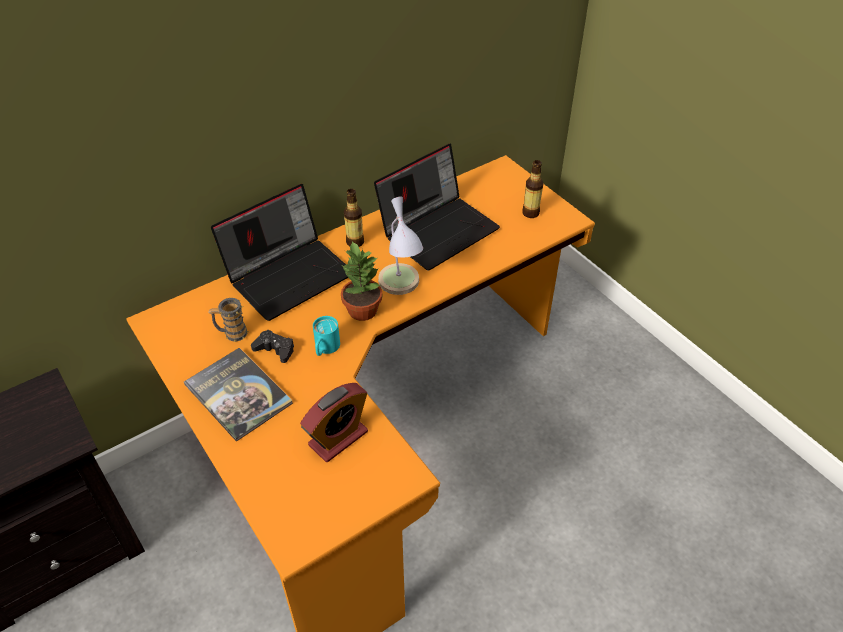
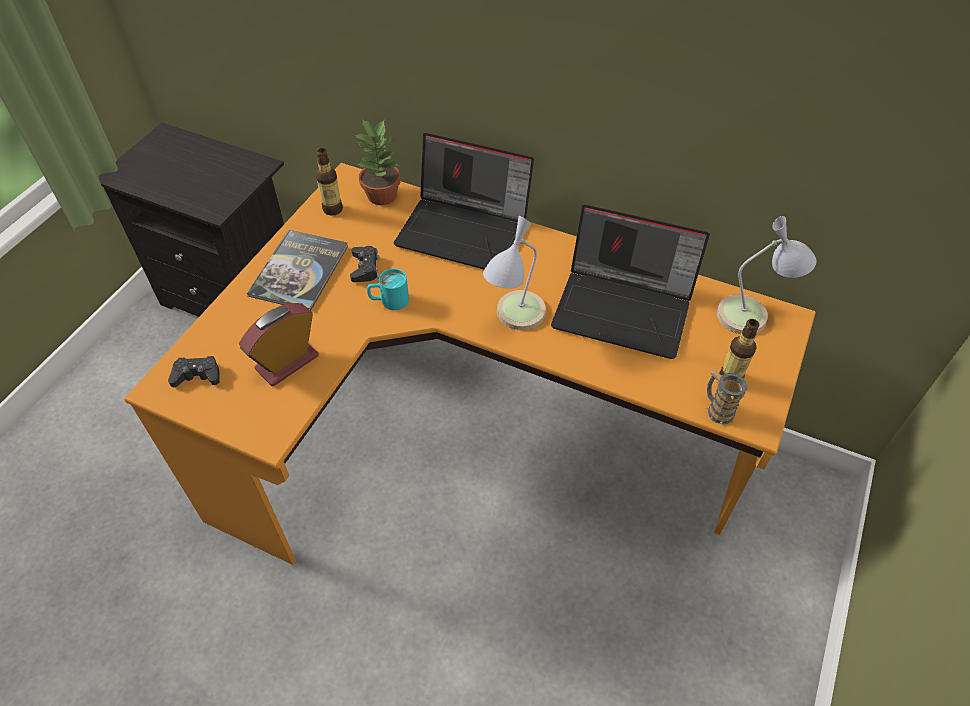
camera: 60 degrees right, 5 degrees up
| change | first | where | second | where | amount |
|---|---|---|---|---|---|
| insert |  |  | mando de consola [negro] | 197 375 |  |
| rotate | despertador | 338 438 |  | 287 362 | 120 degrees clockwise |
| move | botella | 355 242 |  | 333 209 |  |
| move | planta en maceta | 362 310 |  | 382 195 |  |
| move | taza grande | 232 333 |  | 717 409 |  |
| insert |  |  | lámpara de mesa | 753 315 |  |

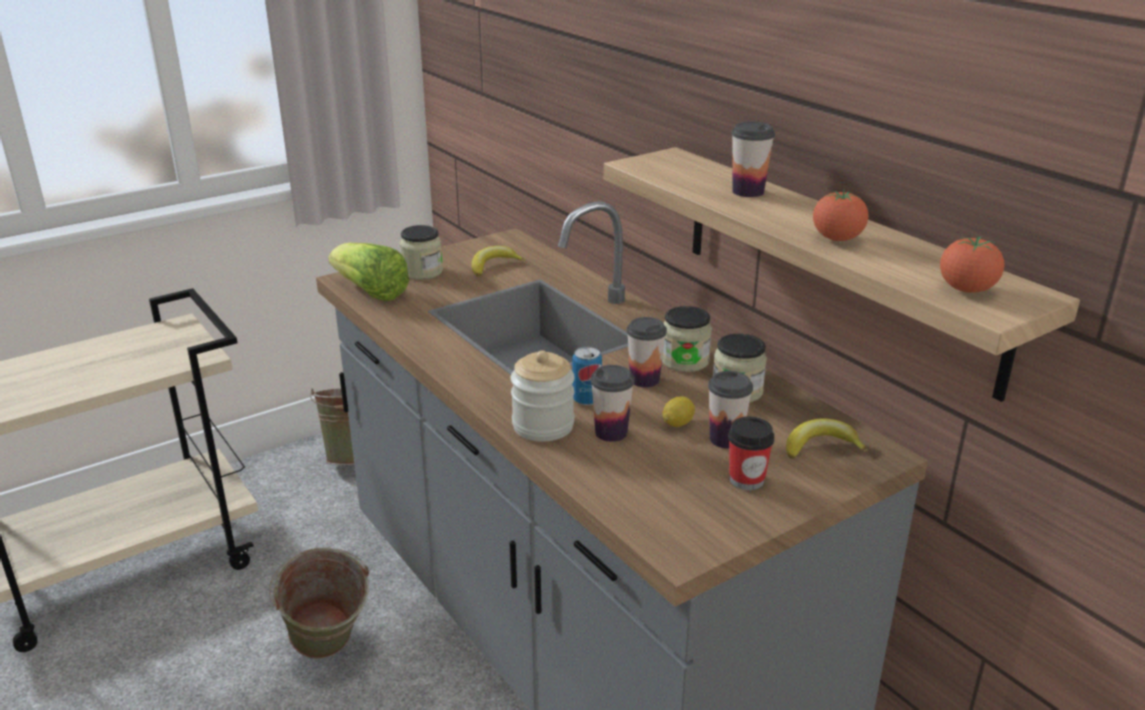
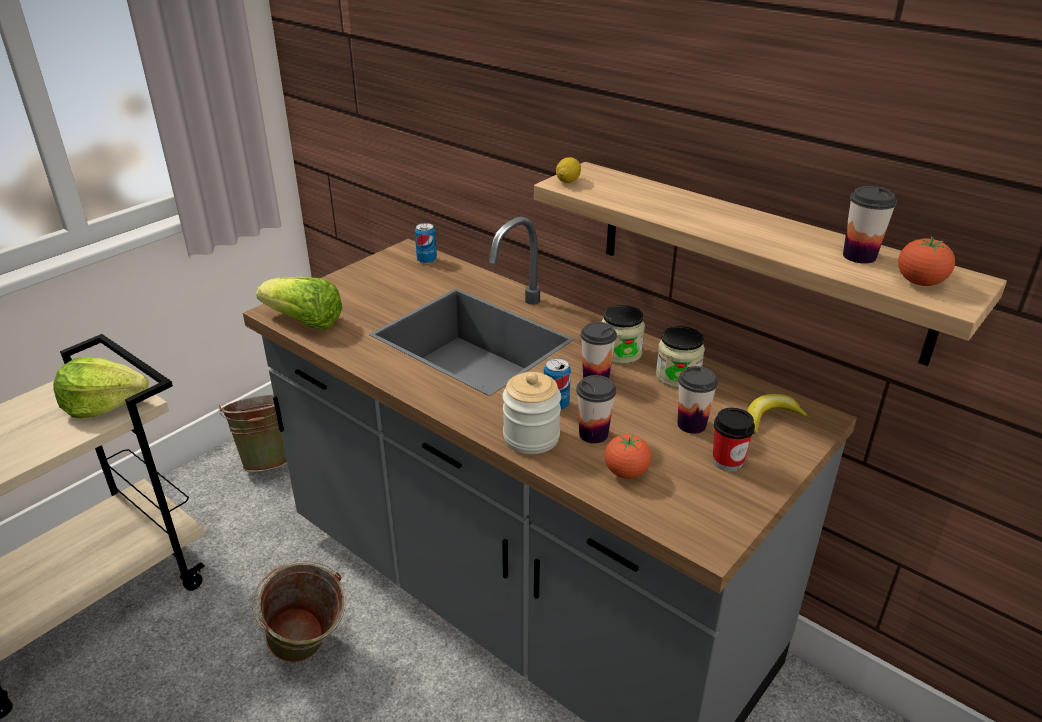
camera: 15 degrees left, 5 degrees up
| change | first | where | second | where | amount |
|---|---|---|---|---|---|
| insert |  |  | lechuga | 104 405 |  |
| insert |  |  | lata | 426 260 |  |
| move | limón | 678 423 |  | 568 181 |  |
| move | tomate | 837 239 |  | 626 472 |  |
| move | taza | 748 192 |  | 859 256 |  |
| delete | tarro | 422 272 |  |  |  |
| delete | plátano | 493 266 |  |  |  |

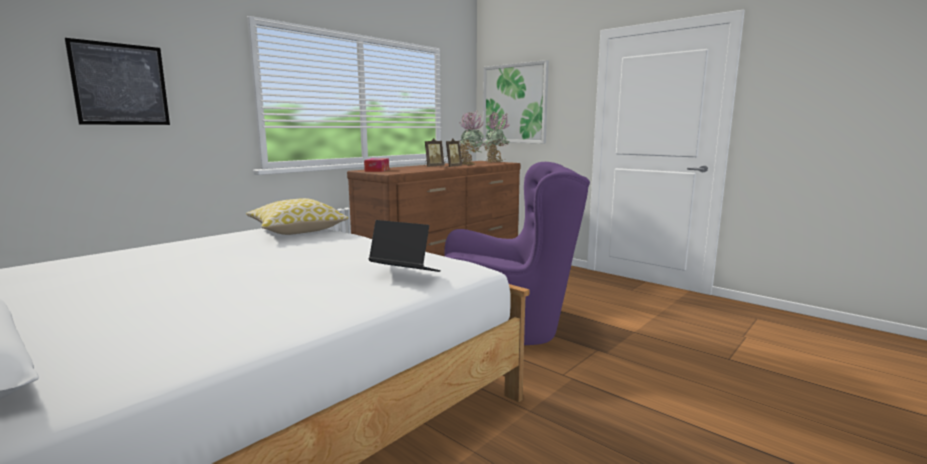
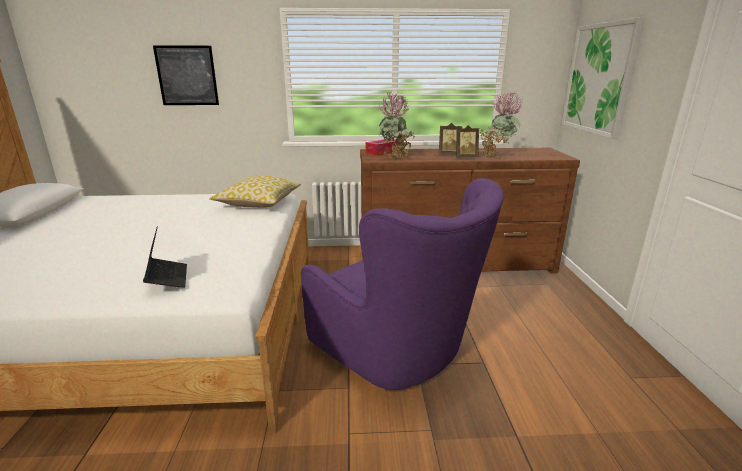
camera: 45 degrees right, 10 degrees up
| change | first | where | second | where | amount |
|---|---|---|---|---|---|
| move | planta en maceta | 496 163 |  | 396 158 |  |

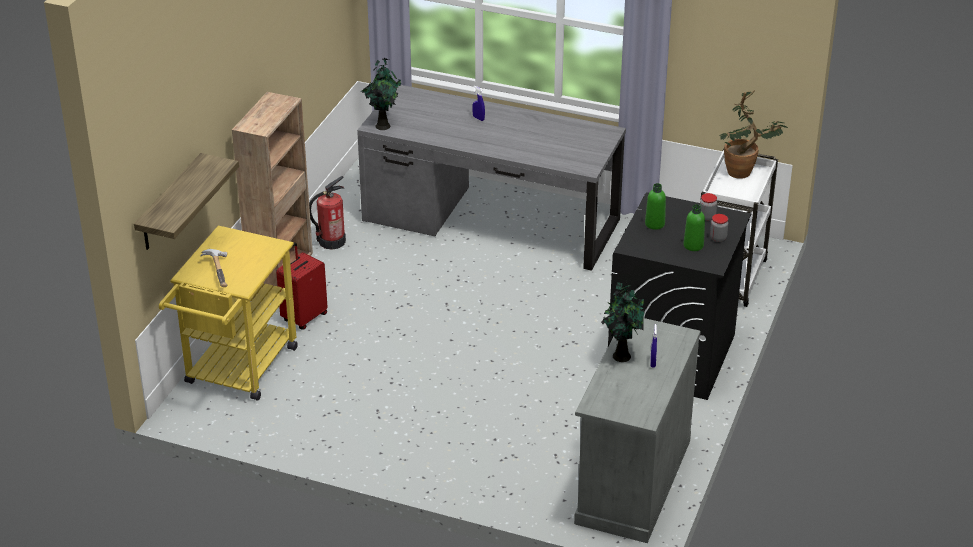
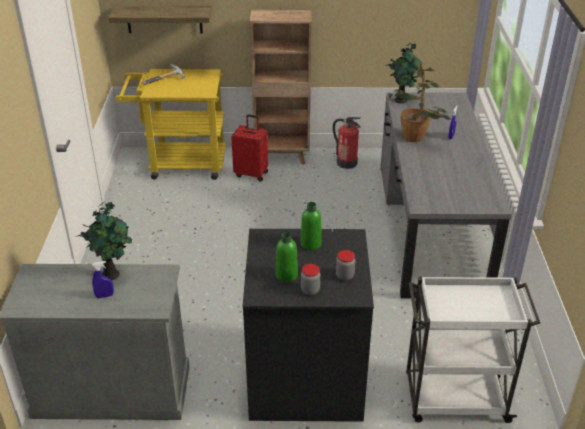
camera: 70 degrees right, 0 degrees up
| change | first | where | second | where | amount |
|---|---|---|---|---|---|
| move | planta en maceta | 745 172 |  | 416 139 |  |

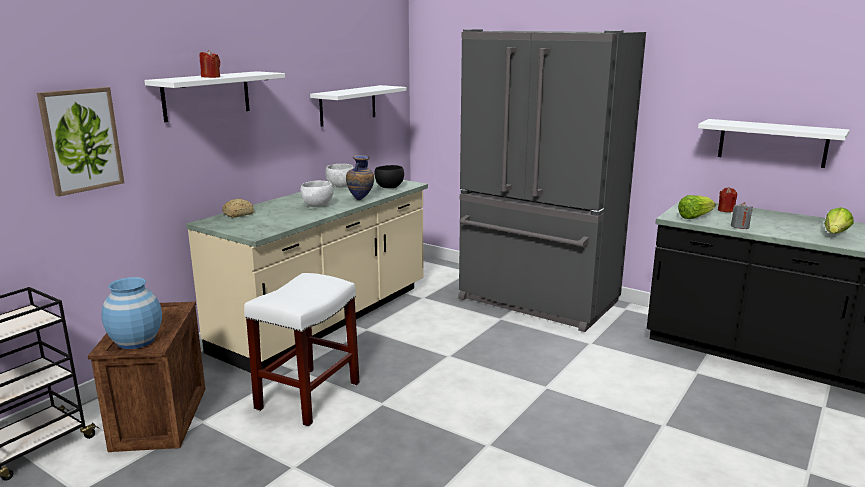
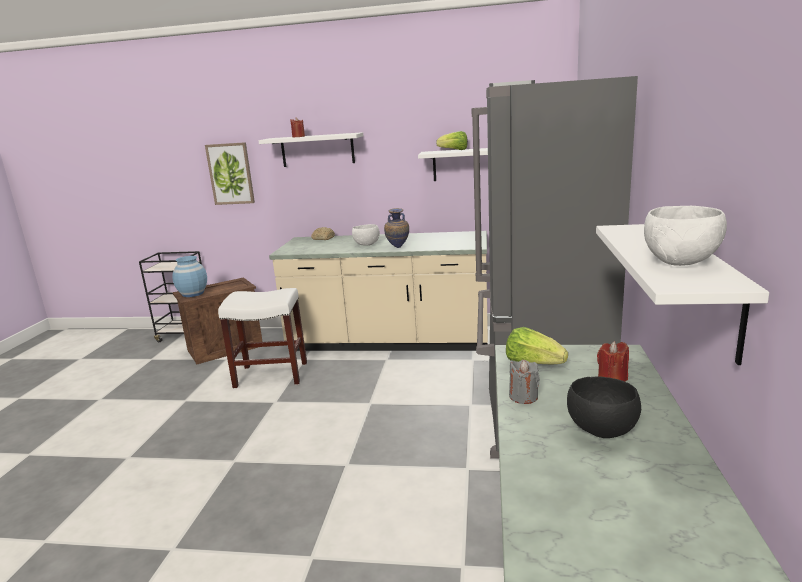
camera: 65 degrees right, 0 degrees up
| change | first | where | second | where | amount |
|---|---|---|---|---|---|
| move | lechuga | 835 234 |  | 454 150 |  |
| move | cuenco [negro] | 390 187 |  | 602 431 |  |
| move | cuenco [blanco] | 340 186 |  | 681 262 |  |

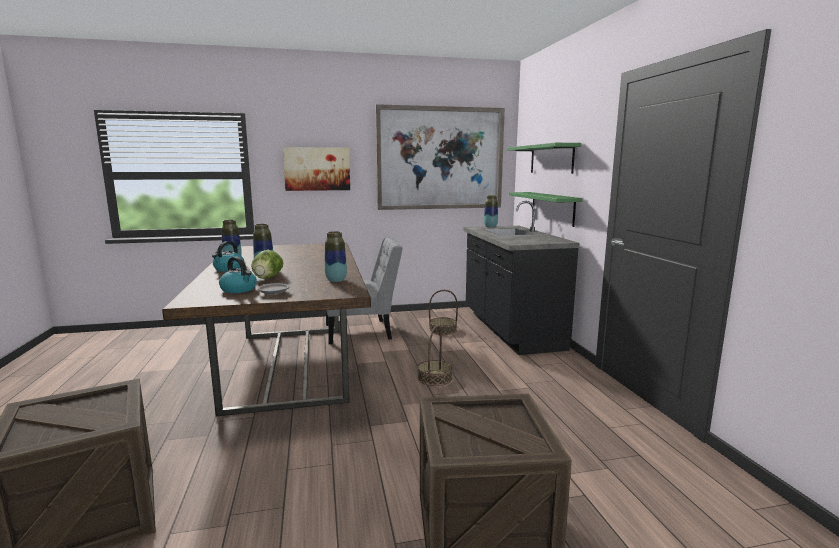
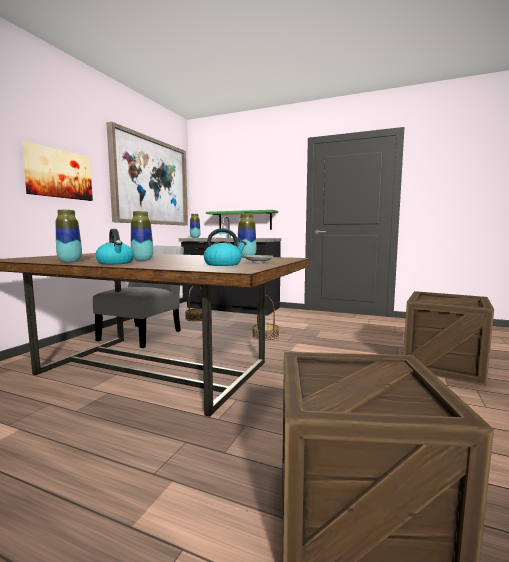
camera: 55 degrees left, 5 degrees down
| change | first | where | second | where | amount |
|---|---|---|---|---|---|
| delete | lechuga | 267 278 |  |  |  |
| delete | estante [verde] | 551 159 |  |  |  |

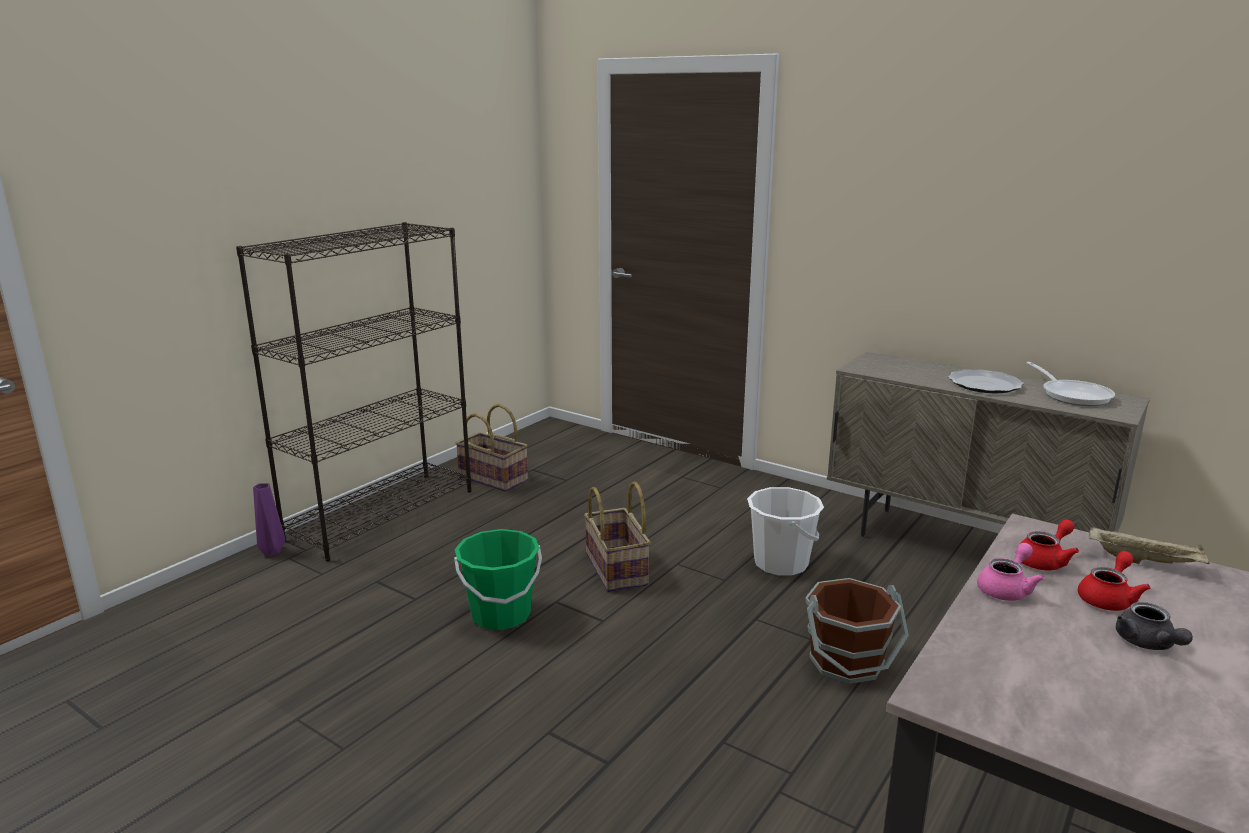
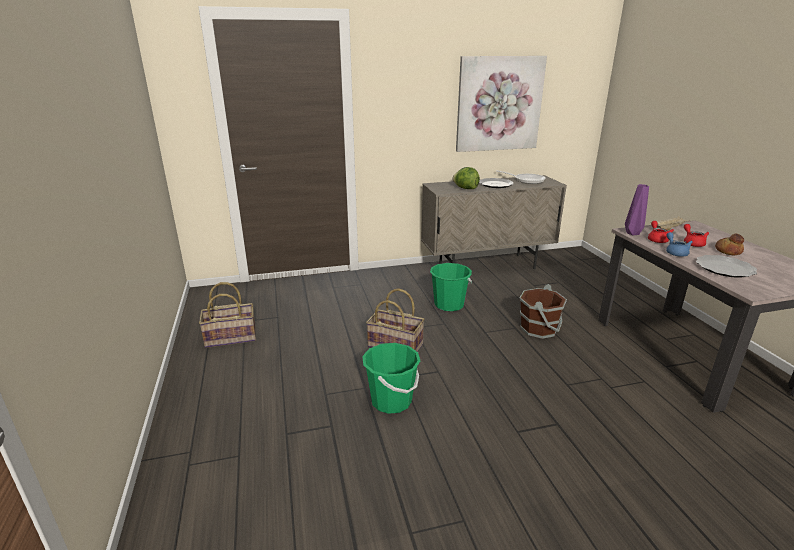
camera: 50 degrees left, 5 degrees up
| change | first | where | second | where | amount |
|---|---|---|---|---|---|
| recolor | cubo [blanco] | 781 563 | cubo [verde] | 449 305 |  |
| insert |  |  | lechuga | 465 188 |  |
| insert |  |  | cuadro | 499 104 |  |
| move | florero [morado] | 273 551 |  | 632 233 |  |
| recolor | tetera [rosa] | 1007 589 | tetera [azul] | 675 252 |  |
| insert |  |  | plato | 725 268 |  |
| replace | tetera [gris] | 1147 644 | pan | 728 251 |  |
| delete | estantería [negro] | 382 513 |  |  |  |

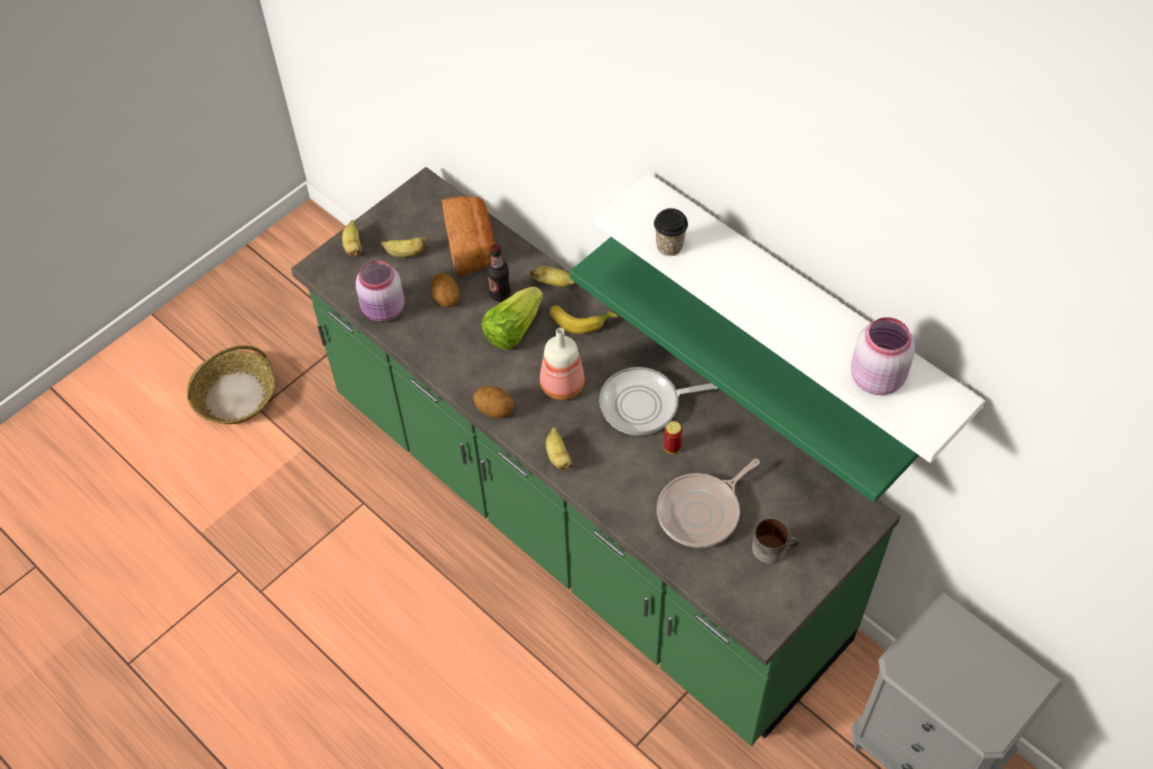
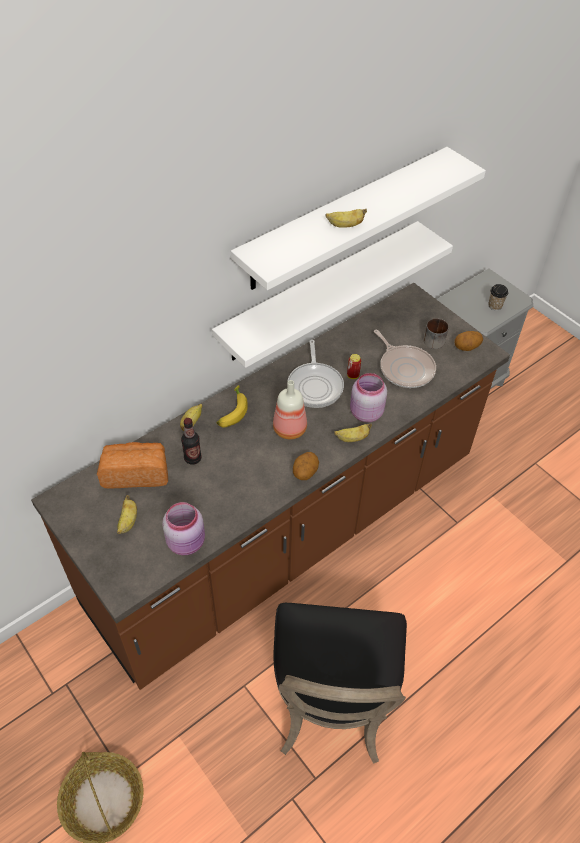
camera: 85 degrees left, 5 degrees down
| change | first | where | second | where | amount |
|---|---|---|---|---|---|
| recolor | mueble bajo de cocina [verde] | 581 519 | mueble bajo de cocina [marrón] | 287 531 |  |
| recolor | estante [verde] | 760 353 | estante [blanco] | 320 291 |  |
| insert |  |  | silla [negro] | 332 705 |  |
| move | plátano | 353 246 |  | 345 225 |  |
| move | tarro [rosa] | 876 376 |  | 365 413 |  |
| move | patata | 445 299 |  | 466 348 |  |
| move | taza | 669 246 |  | 495 306 |  |
| delete | lechuga | 513 329 |  |  |  |

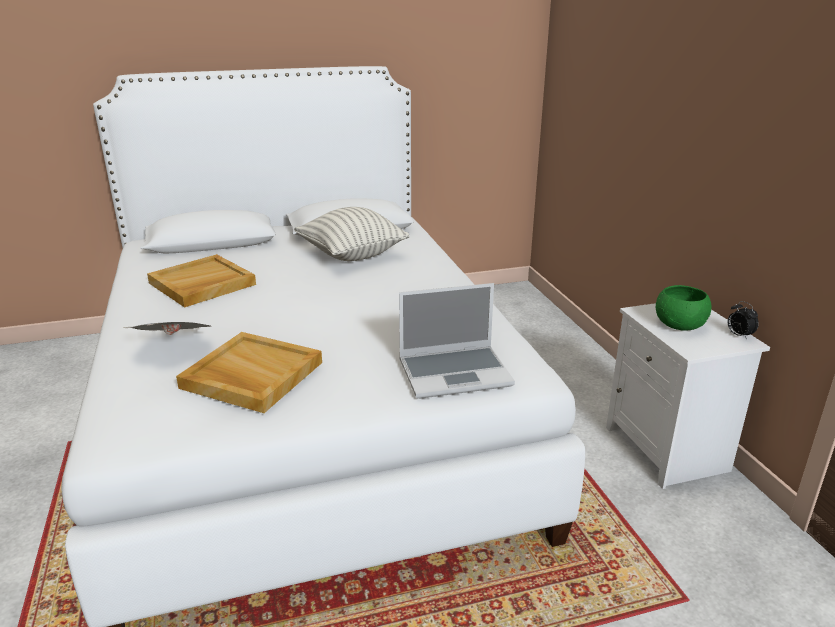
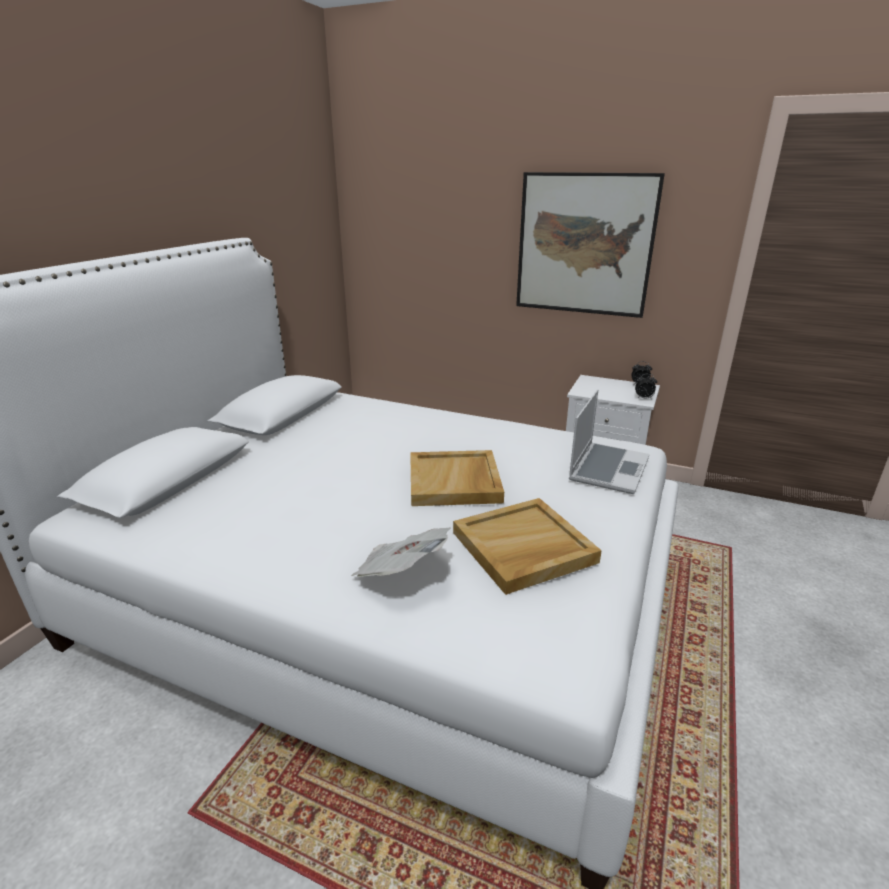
camera: 50 degrees left, 0 degrees up
| change | first | where | second | where | amount |
|---|---|---|---|---|---|
| move | bandeja [beis] | 202 284 |  | 455 482 |  |
| insert |  |  | cuadro | 584 245 |  |
| insert |  |  | despertador | 643 398 |  |
| delete | cojín | 352 255 |  |  |  |
| delete | cuenco [verde] | 680 325 |  |  |  |

